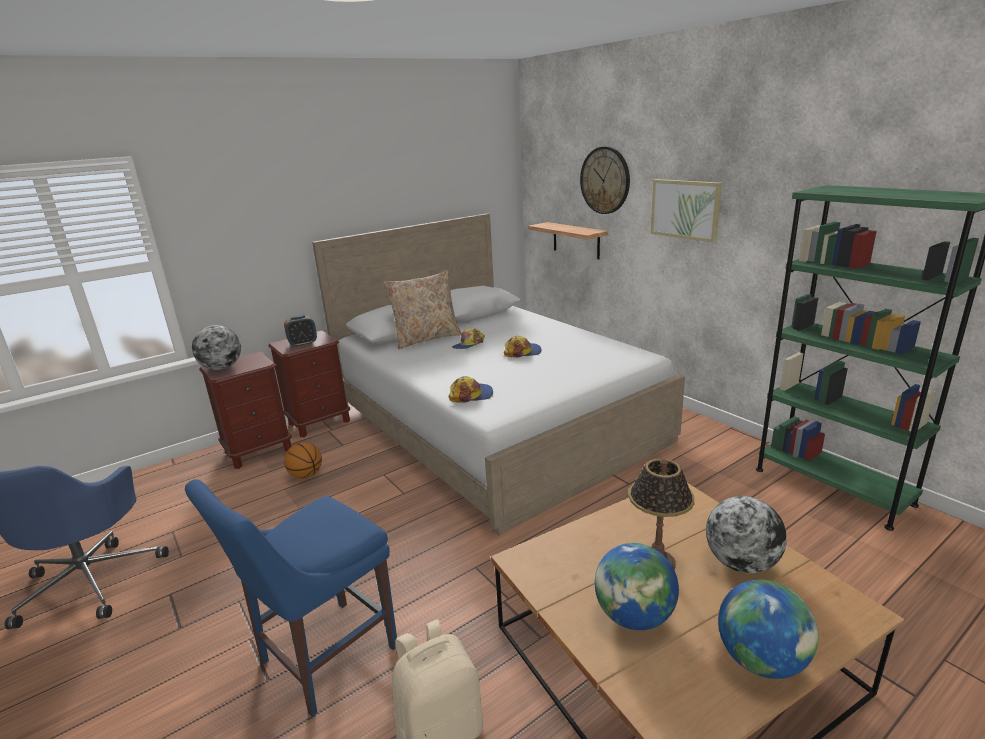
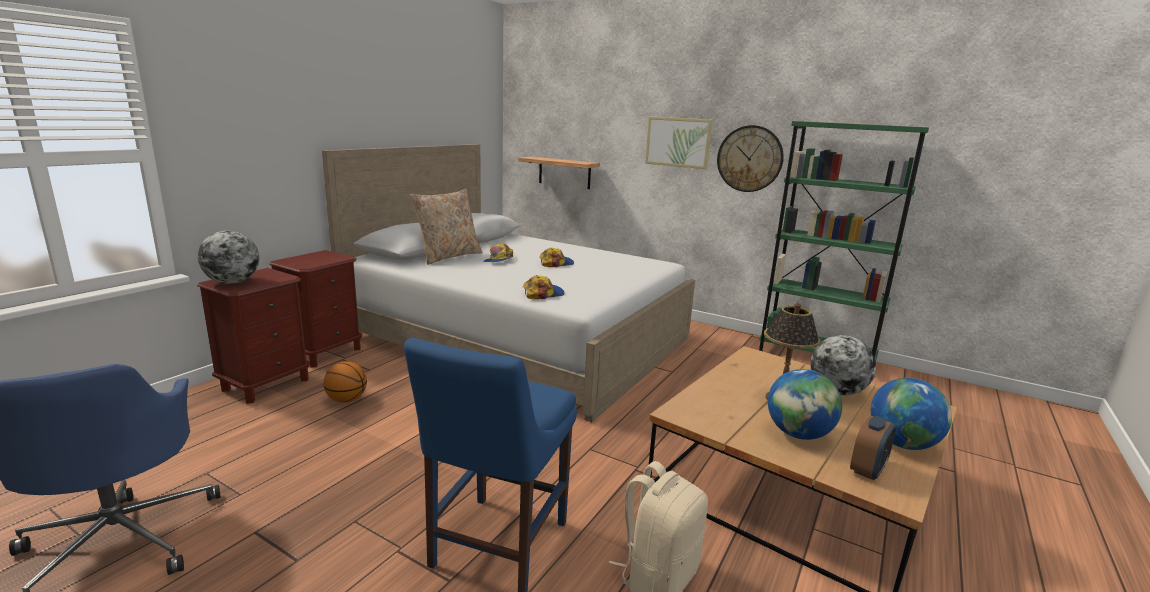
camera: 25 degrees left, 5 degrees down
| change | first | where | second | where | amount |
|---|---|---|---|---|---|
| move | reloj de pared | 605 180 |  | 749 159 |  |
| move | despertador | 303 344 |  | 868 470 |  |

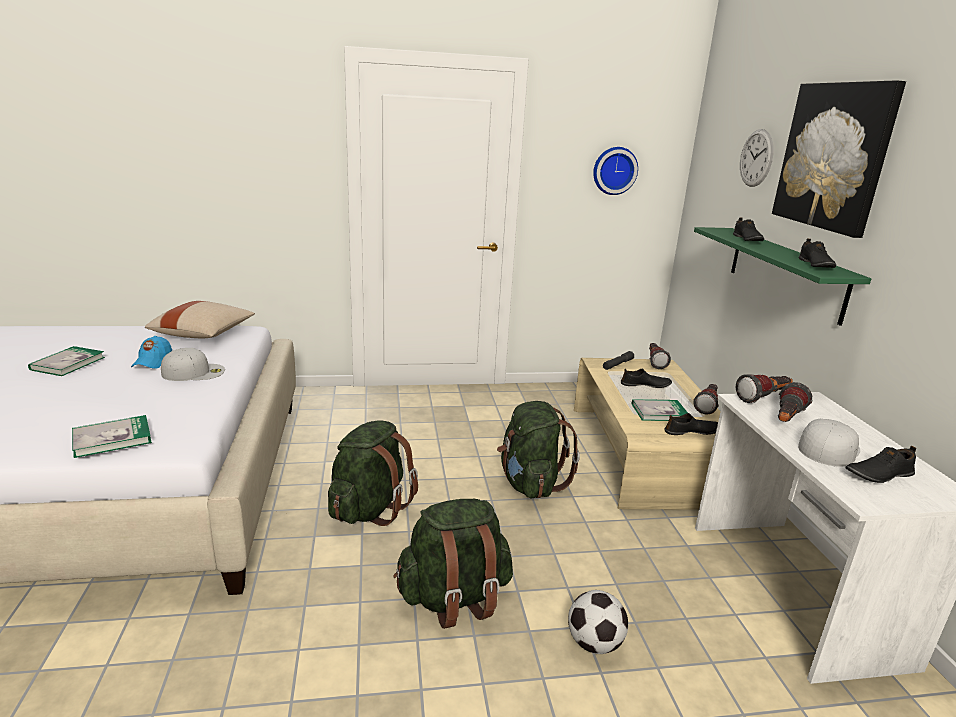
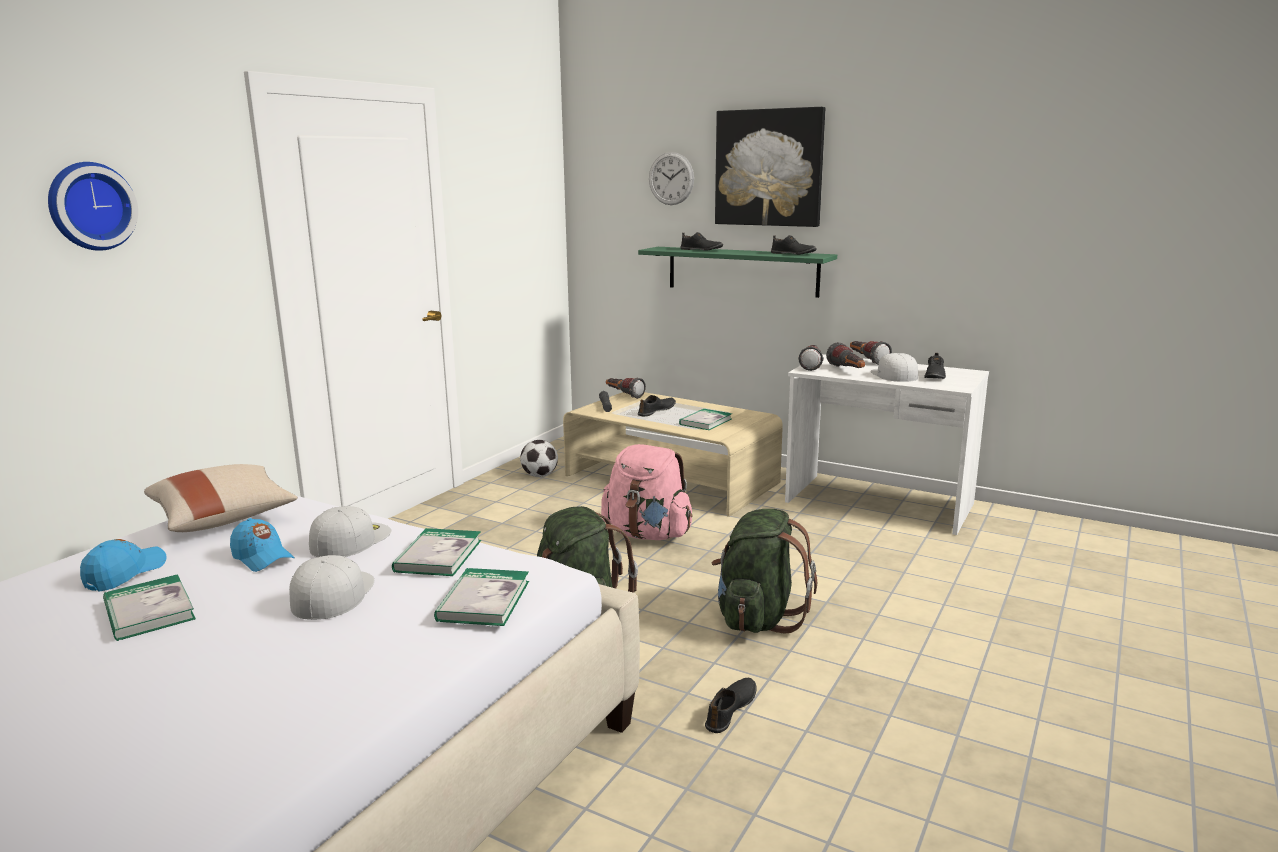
camera: 50 degrees left, 5 degrees down
| change | first | where | second | where | amount |
|---|---|---|---|---|---|
| move | reloj de pared | 614 170 |  | 90 206 |  |
| insert |  |  | gorra [azul] | 125 574 |  |
| insert |  |  | gorra [blanco] | 332 594 |  |
| insert |  |  | libro | 438 556 |  |
| move | balón de fútbol | 594 644 |  | 540 475 |  |
| recolor | mochila [verde] | 530 483 | mochila [rosa] | 648 534 |  |
| move | zapato [negro] | 692 432 |  | 731 710 |  |
| move | linterna | 707 405 |  | 866 361 |  |

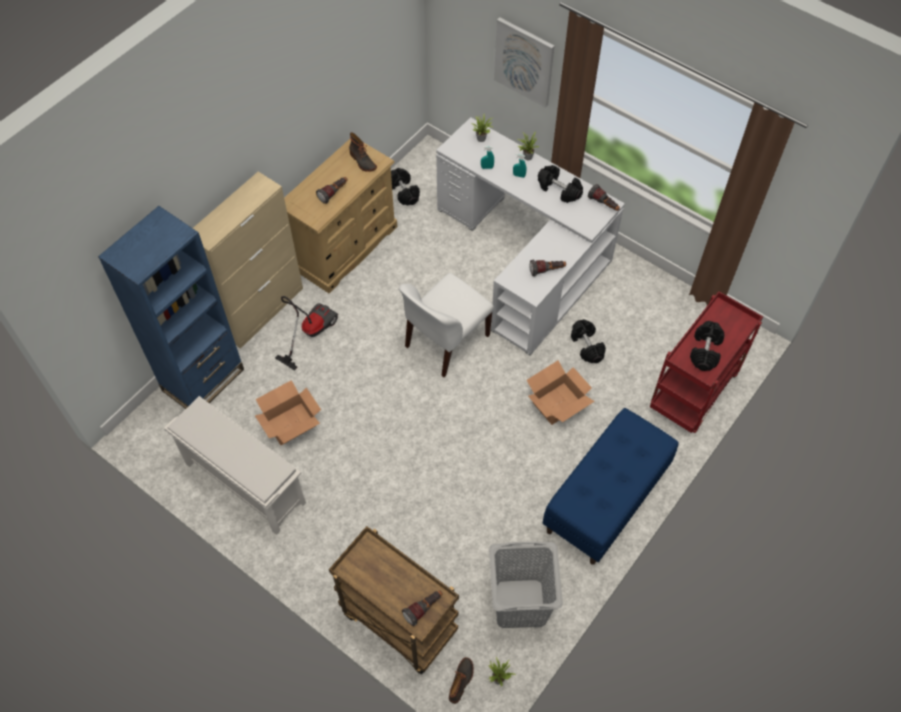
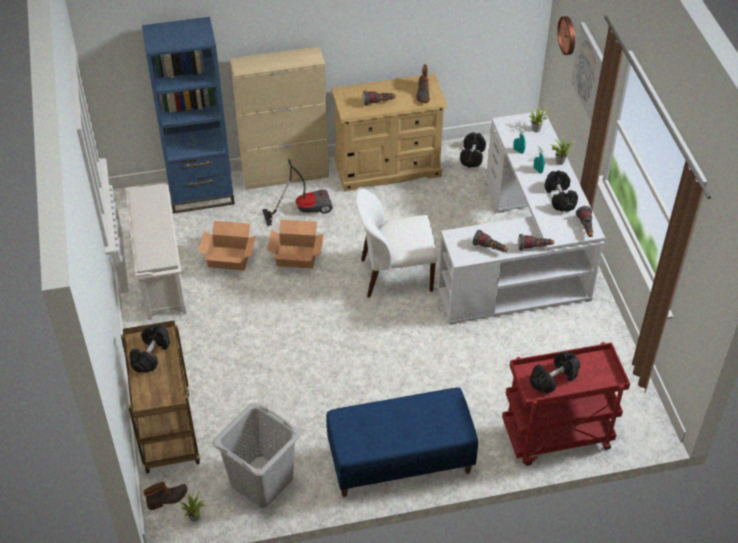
camera: 40 degrees right, 10 degrees down
| change | first | where | second | where | amount |
|---|---|---|---|---|---|
| move | mancuerna [negro] | 586 346 |  | 150 354 |  |
| move | caja de cartón | 557 403 |  | 296 256 |  |
| move | linterna | 424 609 |  | 535 247 |  |
| insert |  |  | reloj de pared | 568 35 |  |

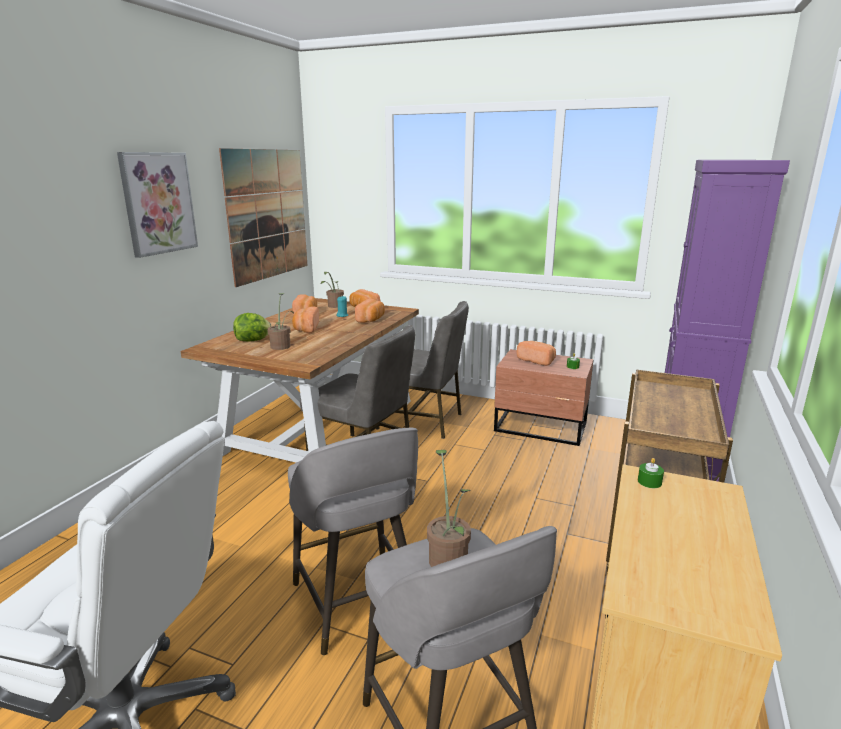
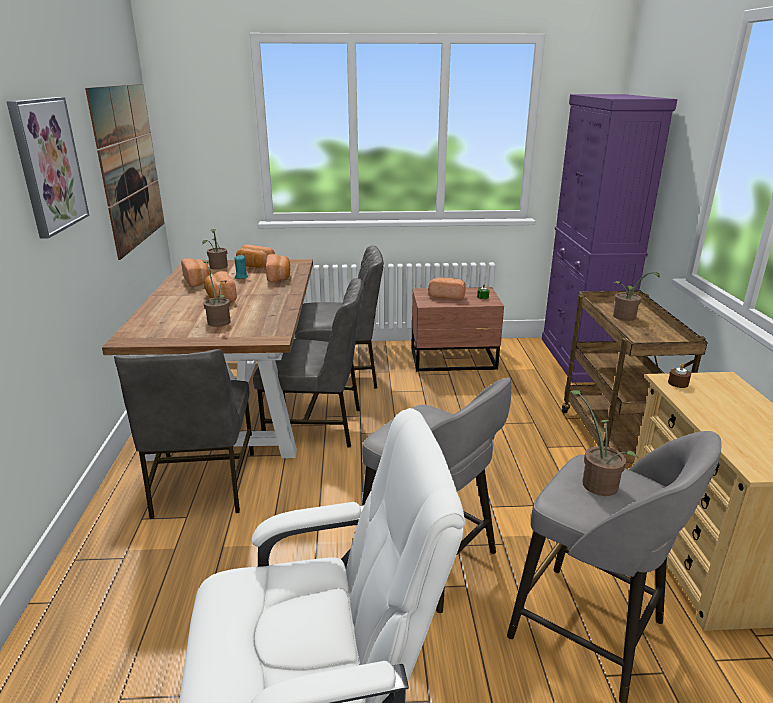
camera: 25 degrees left, 5 degrees up
| change | first | where | second | where | amount |
|---|---|---|---|---|---|
| insert |  |  | silla [gris] | 202 485 |  |
| insert |  |  | planta en maceta | 626 318 |  |
| recolor | vela [verde] | 649 482 | vela [marrón] | 678 383 |  |
| delete | lechuga | 253 340 |  |  |  |

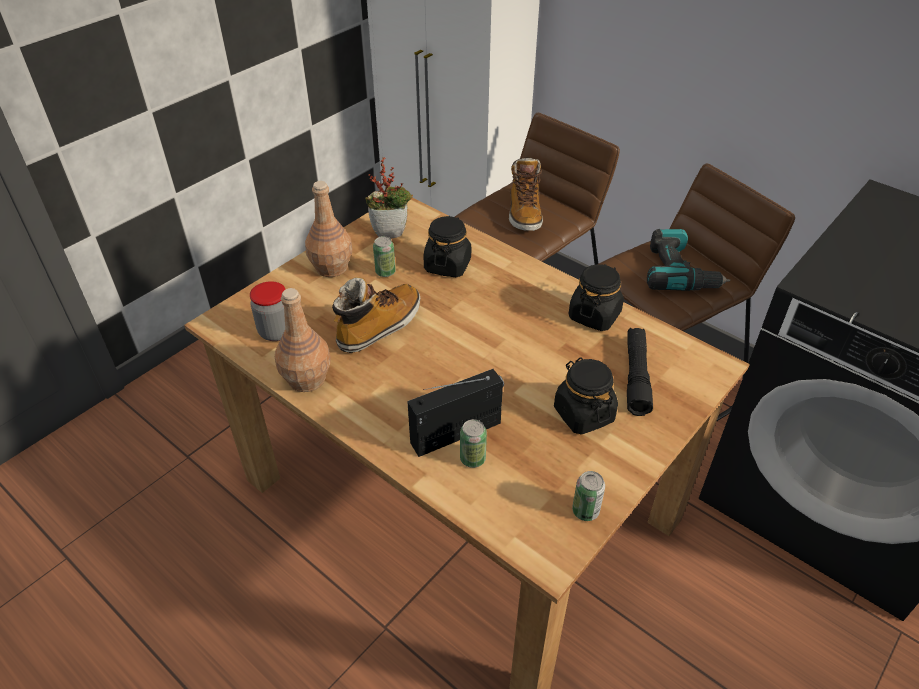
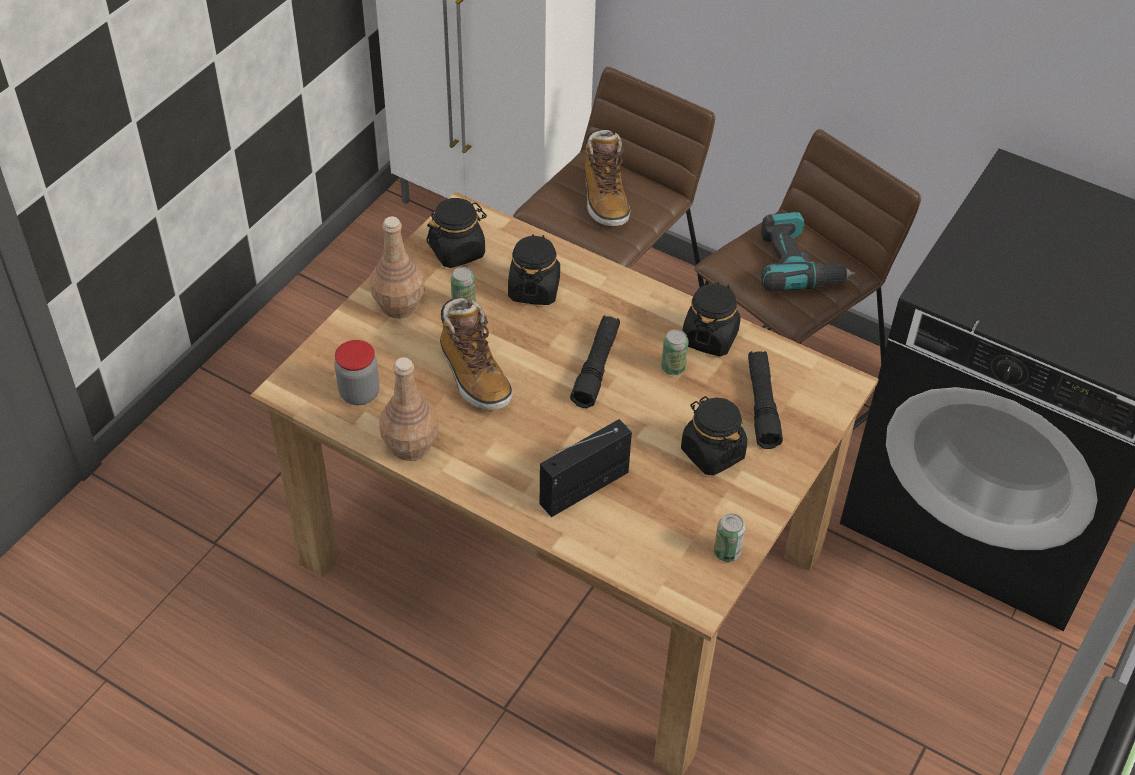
camera: 10 degrees left, 5 degrees up
| change | first | where | second | where | amount |
|---|---|---|---|---|---|
| replace | planta en maceta | 391 232 | tarro [negro] | 457 251 |  |
| rotate | bota | 379 327 |  | 474 375 | 120 degrees clockwise |
| insert |  |  | linterna [negro] | 596 367 |  |
| move | lata | 472 459 |  | 673 368 |  |

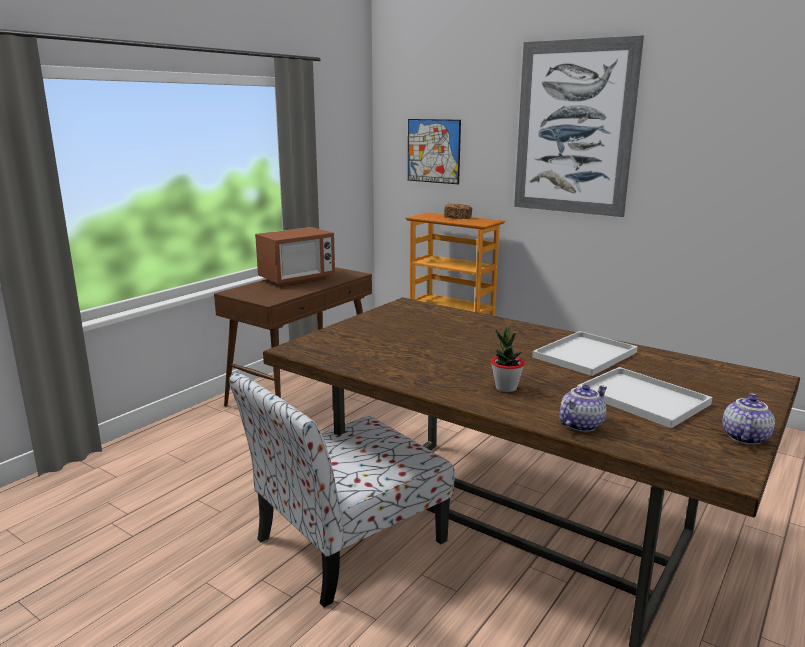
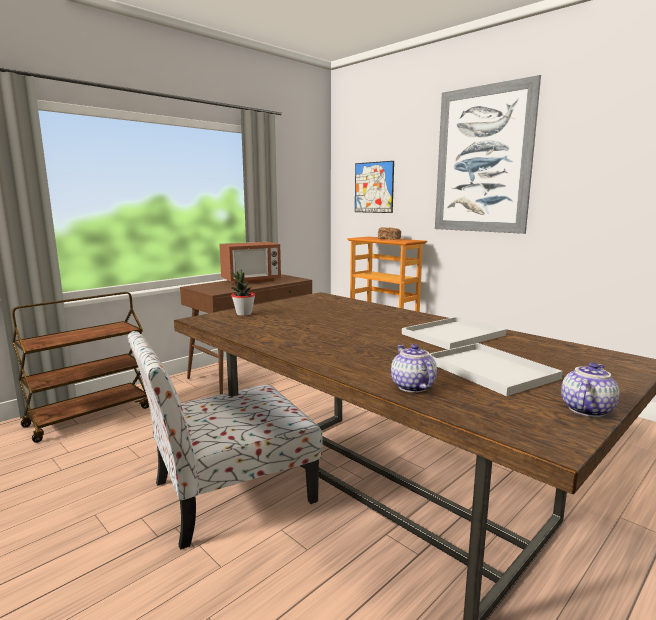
camera: 10 degrees right, 5 degrees down
| change | first | where | second | where | amount |
|---|---|---|---|---|---|
| insert |  |  | carrito [marrón] | 90 416 |  |
| move | planta en maceta | 506 388 |  | 244 314 |  |
| rotate | tetera | 580 424 |  | 411 386 | 75 degrees counterclockwise |

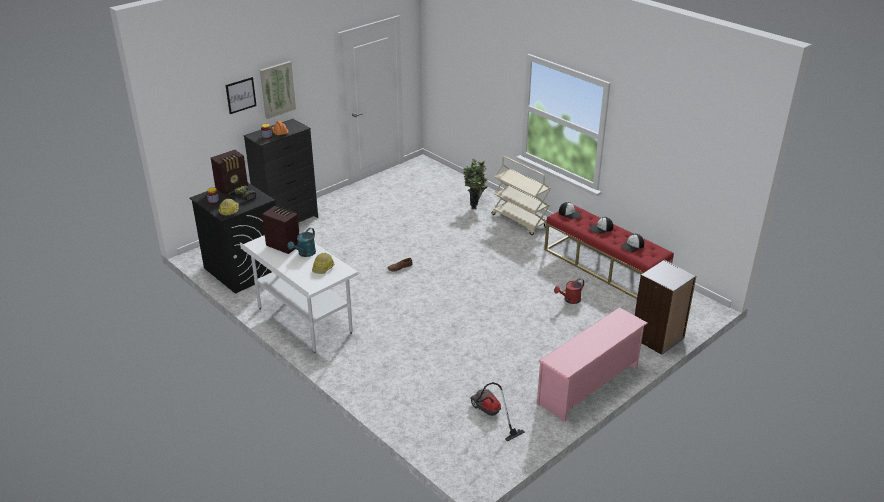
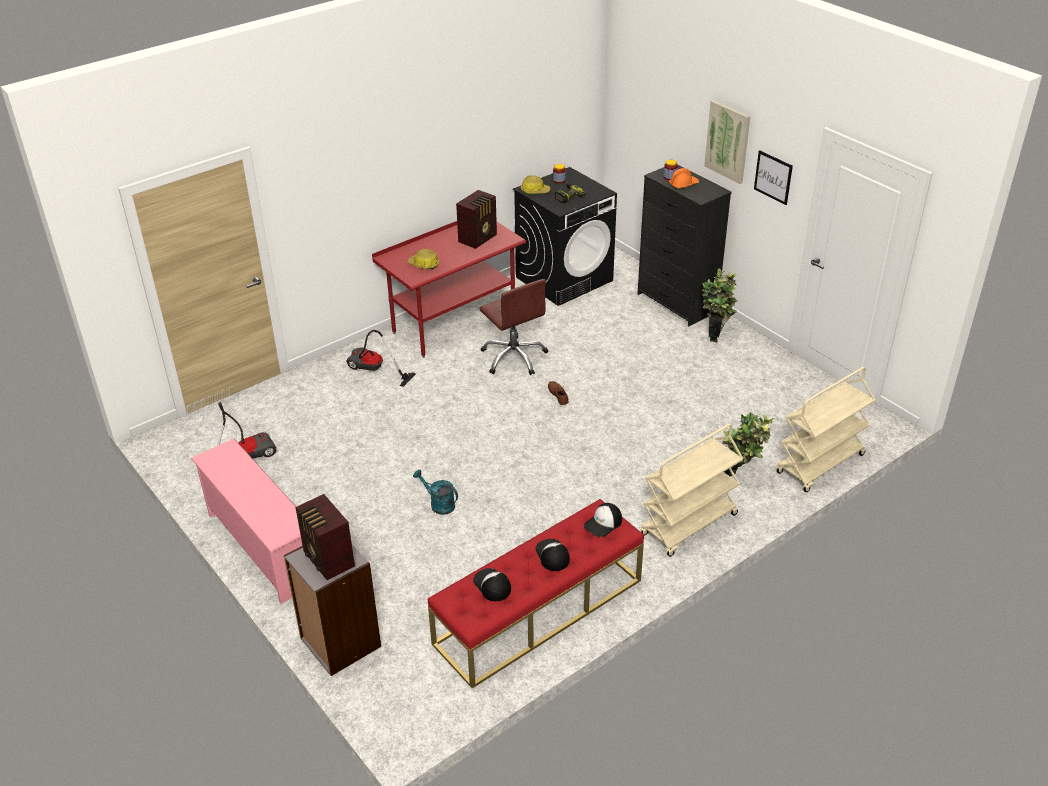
camera: 95 degrees right, 5 degrees up
| change | first | where | second | where | amount |
|---|---|---|---|---|---|
| move | radio | 232 187 |  | 328 560 |  |
| insert |  |  | aspiradora | 373 371 |  |
| recolor | escritorio [blanco] | 304 321 | escritorio [rojo] | 454 324 |  |
| move | regadera [turquesa] | 305 254 |  | 438 504 |  |
| insert |  |  | silla de oficina [marrón] | 514 357 |  |
| insert |  |  | planta en maceta | 716 334 |  |
| move | cuadro | 241 95 |  | 773 177 |  |
| insert |  |  | carrito [beis] | 820 464 |  |
| delete | regadera [rojo] | 569 300 |  |  |  |

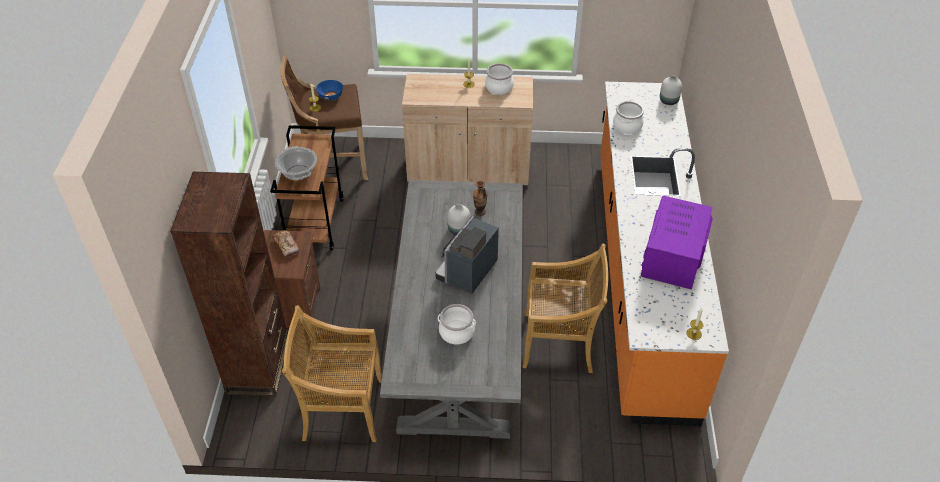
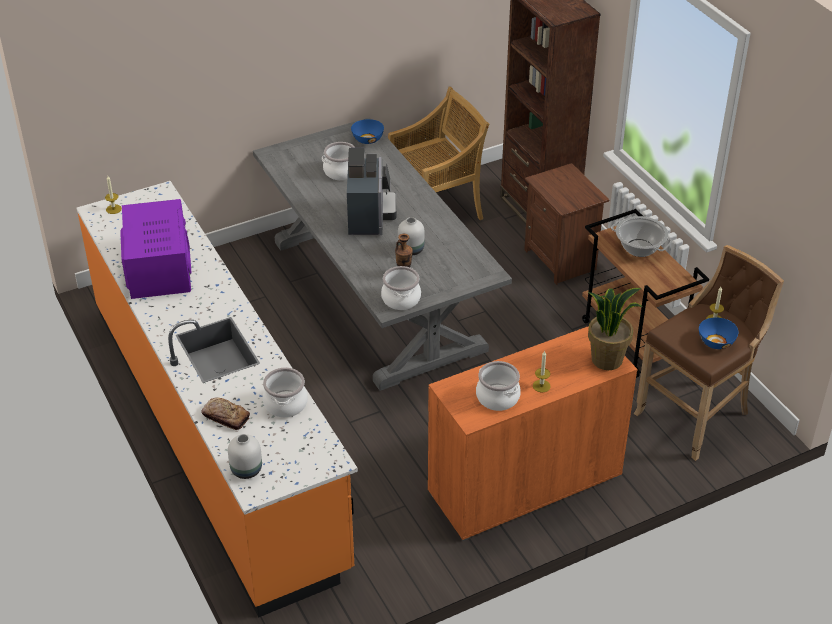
camera: 150 degrees right, 5 degrees down
| change | first | where | second | where | amount |
|---|---|---|---|---|---|
| move | pan | 286 246 |  | 226 417 |  |
| insert |  |  | cuenco [azul] | 368 139 |  |
| insert |  |  | olla | 400 299 |  |
| recolor | armario [beis] | 468 169 | armario [naranja] | 524 483 |  |
| insert |  |  | planta en maceta | 607 359 |  |
| delete | silla [beis] | 560 342 |  |  |  |

